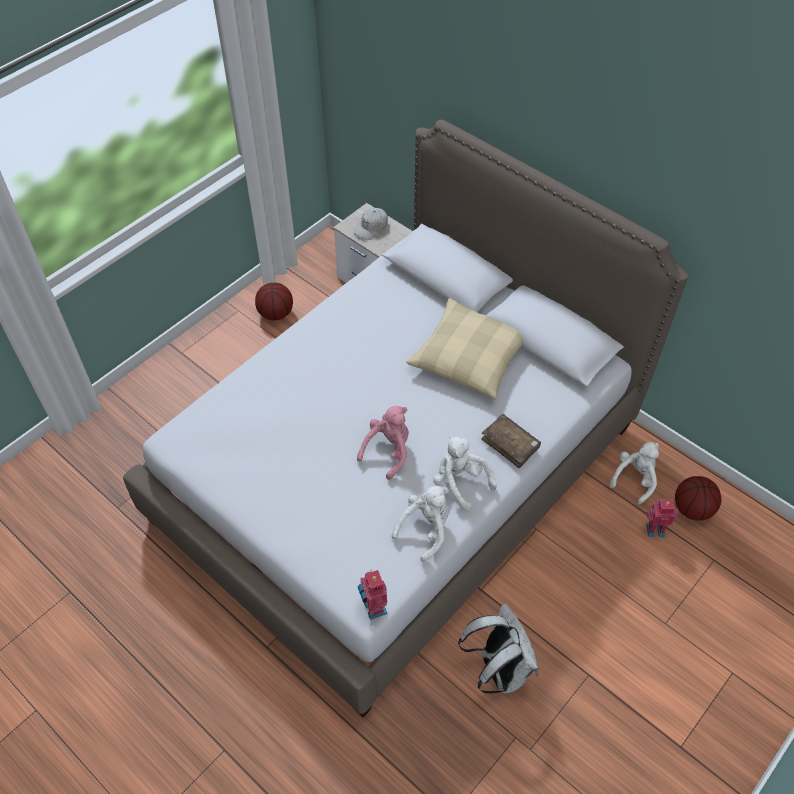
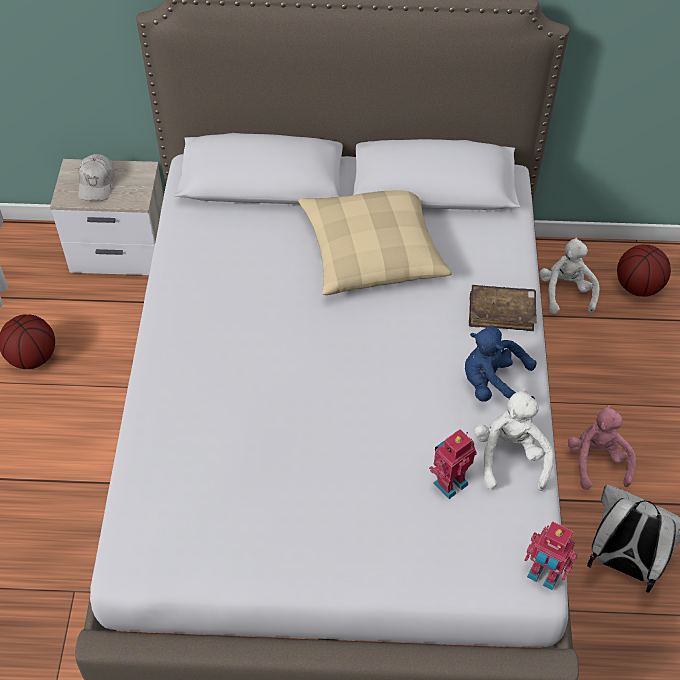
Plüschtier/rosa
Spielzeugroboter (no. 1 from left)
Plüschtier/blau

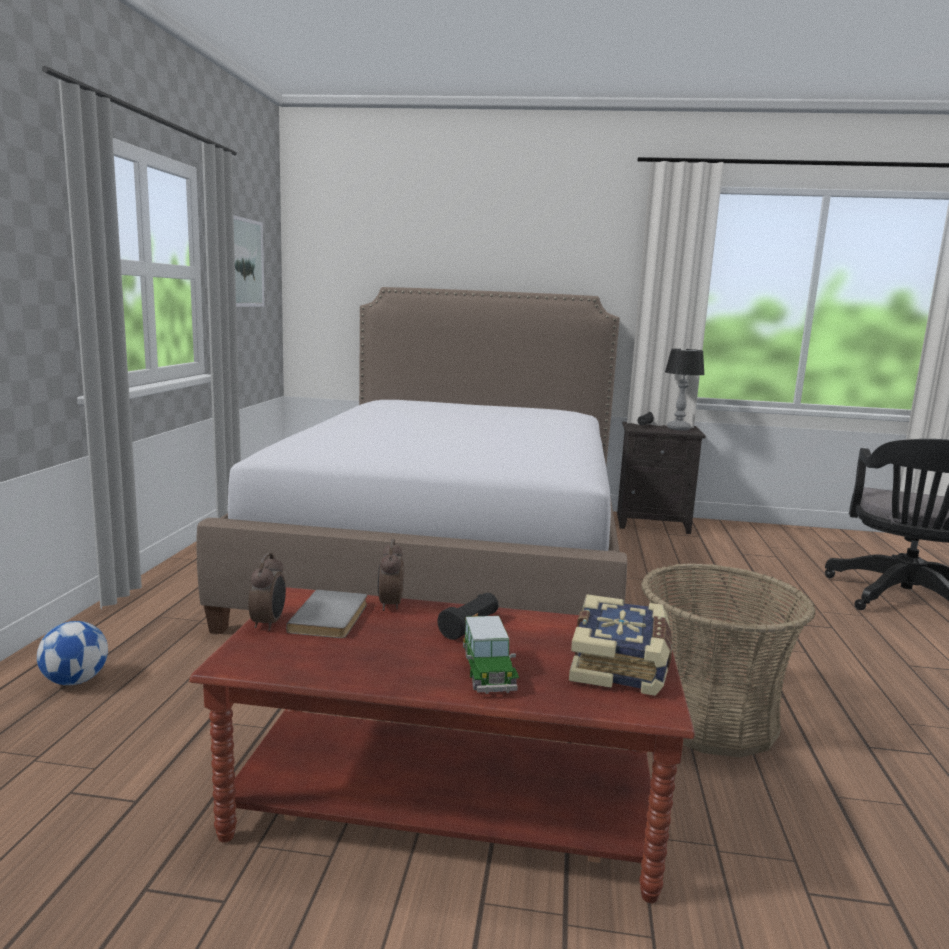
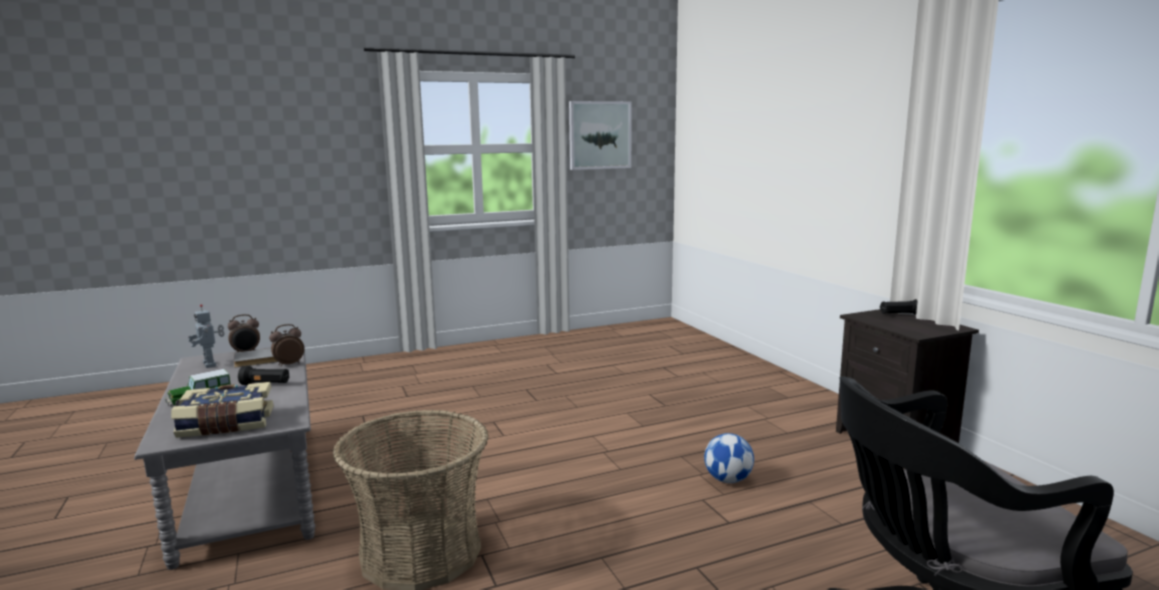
Bett
Tischlampe
Spielzeugroboter
Fußball
Couchtisch/grau

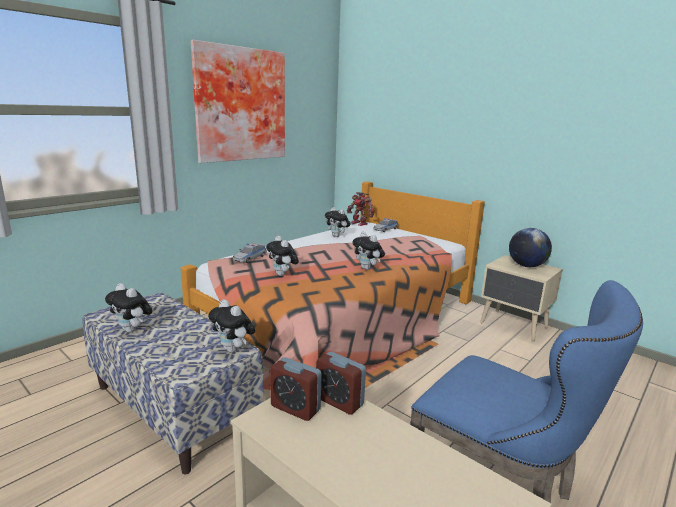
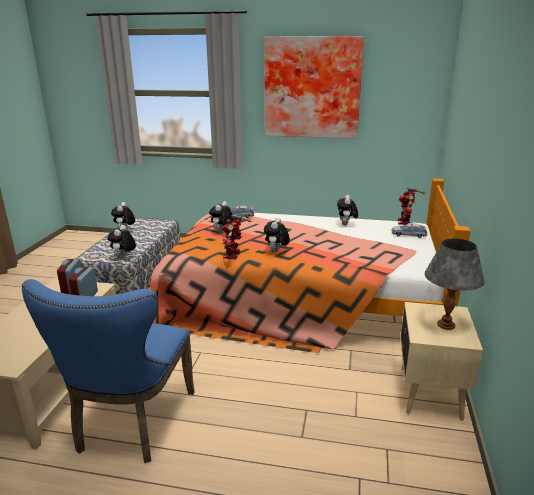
Spielzeugroboter (no. 1 from left)
Tischlampe/grau

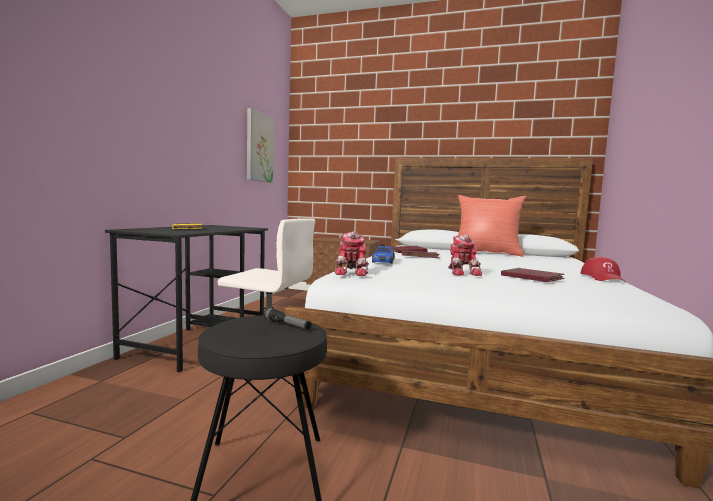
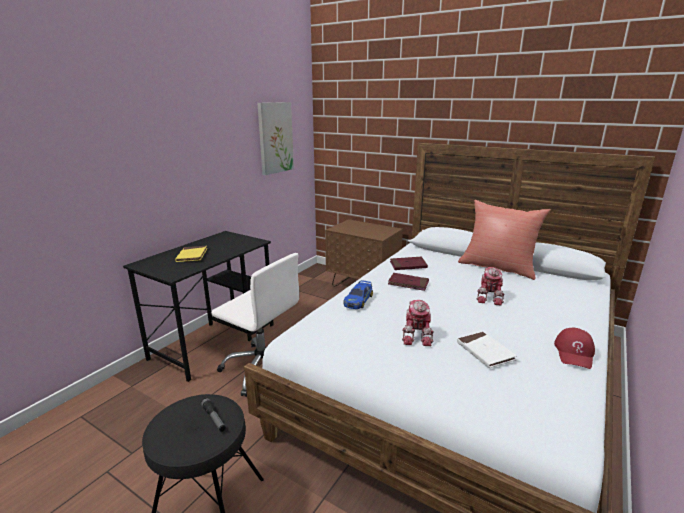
Spielzeugroboter (no. 2 from left)
Buch/weiß

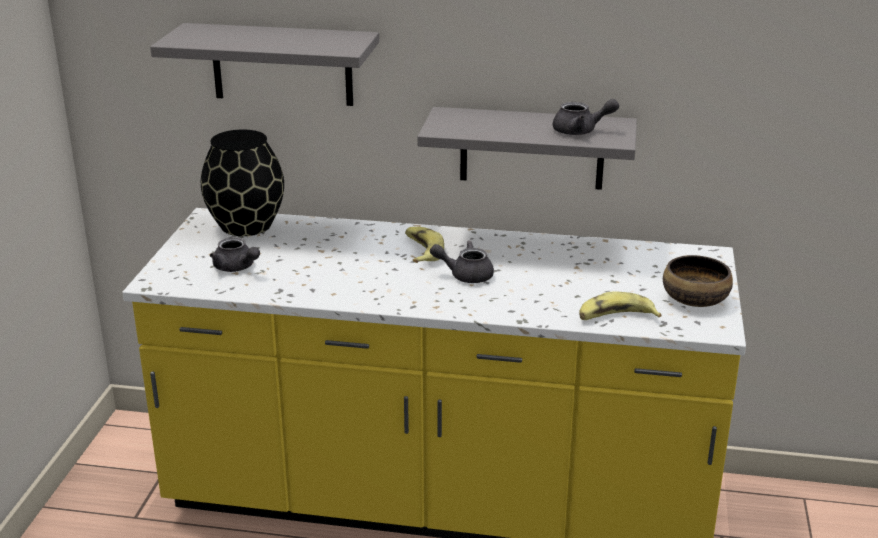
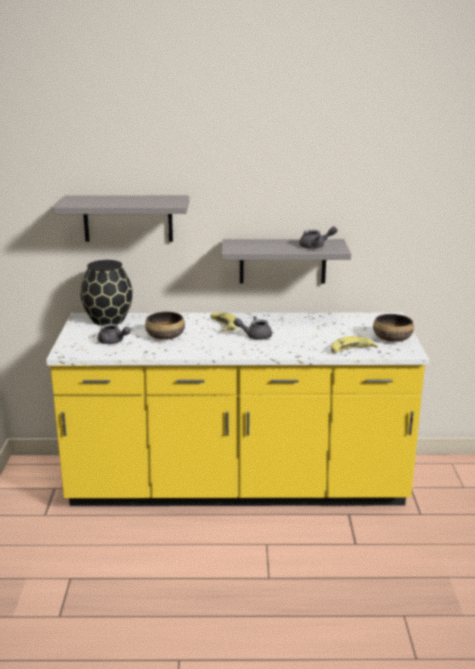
Schüssel (no. 1 from left)

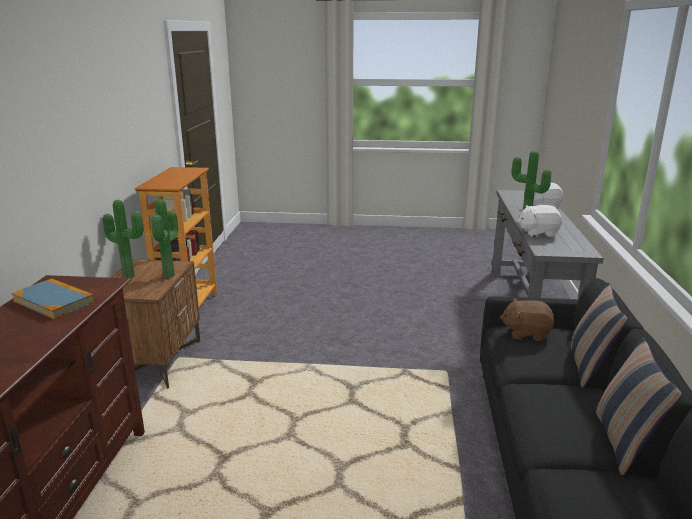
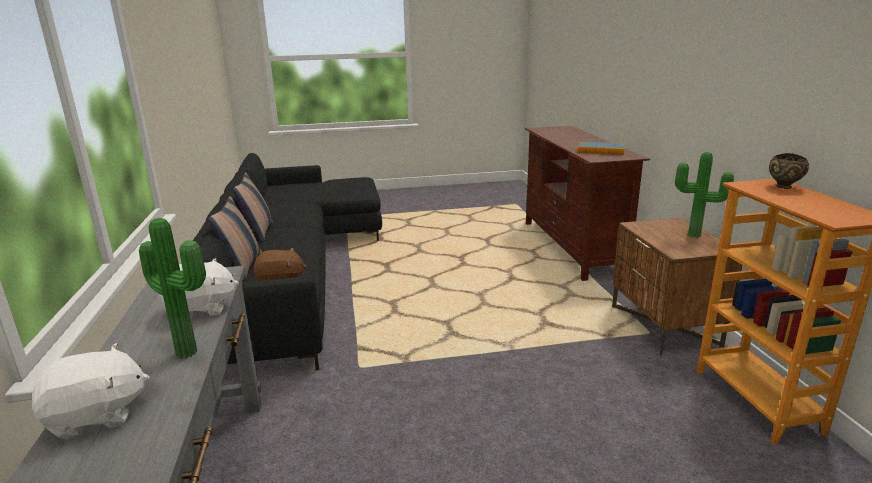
Topfpflanze (no. 2 from left in the first image)
Schüssel/braun

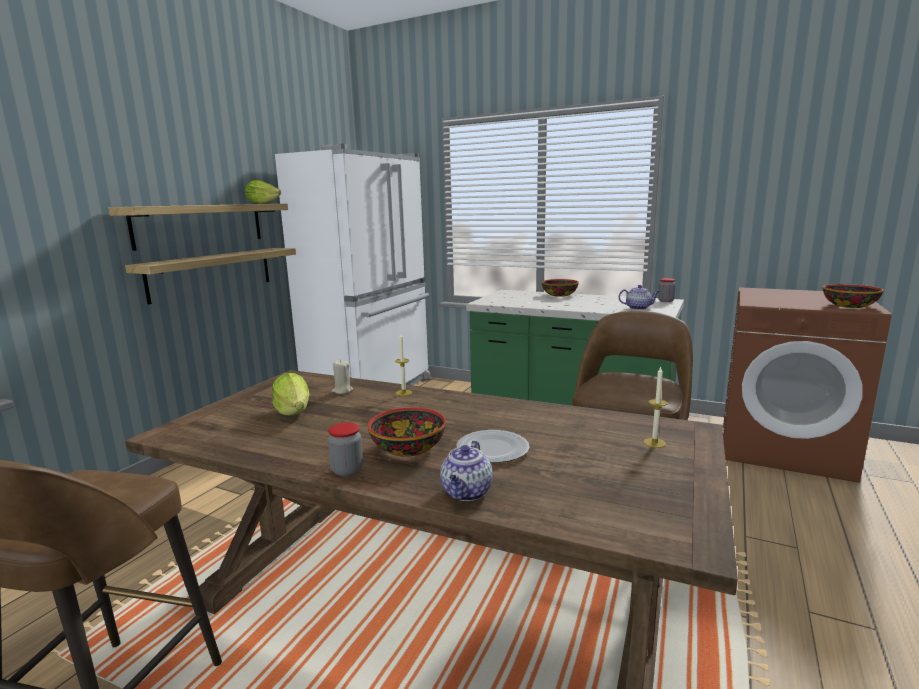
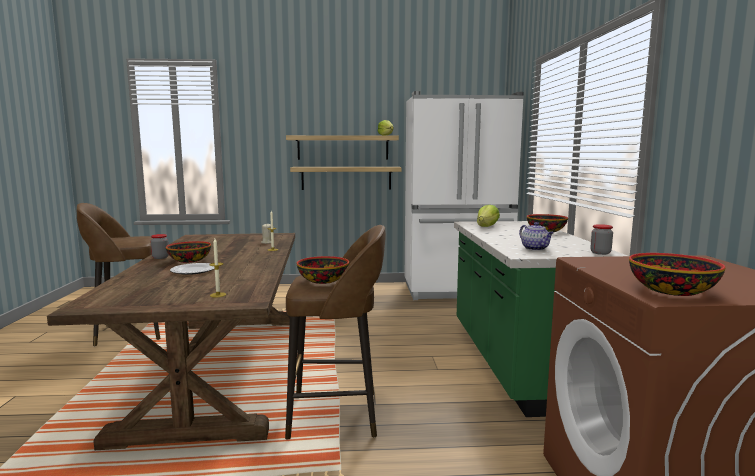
Teekanne (no. 1 from left in the first image)
Schüssel (no. 2 from left)
Salatkopf (no. 2 from left)

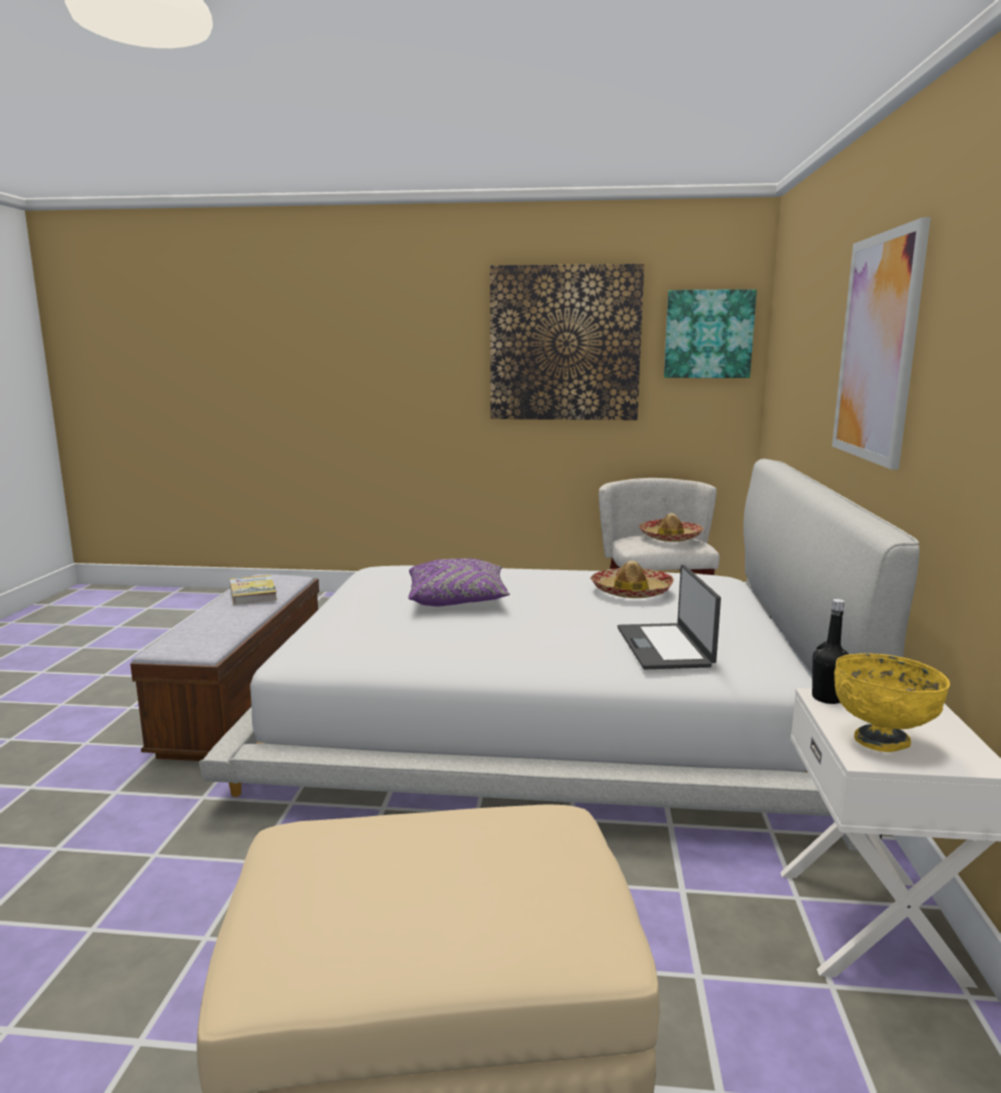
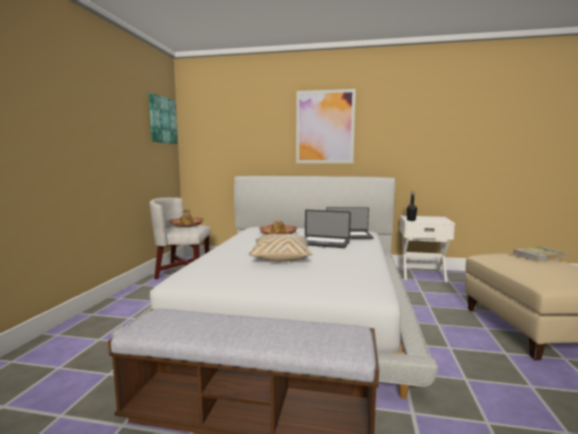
Bild (no. 1 from left in the first image)
Schüssel/gelb
Laptop (no. 1 from left)
Buch
Kissen/beige

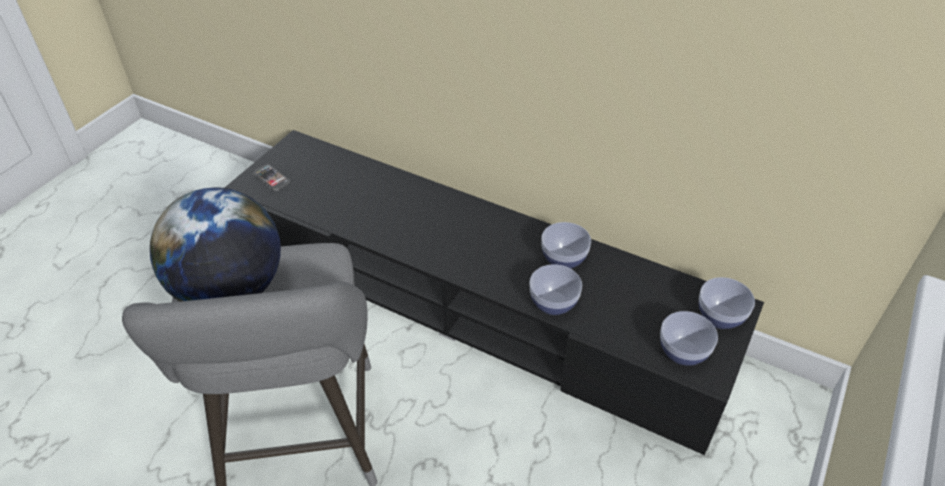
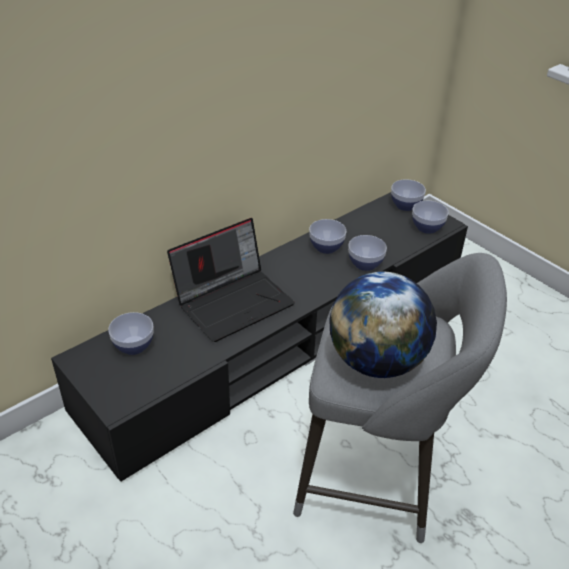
Handy
Schüssel (no. 1 from left)
Laptop

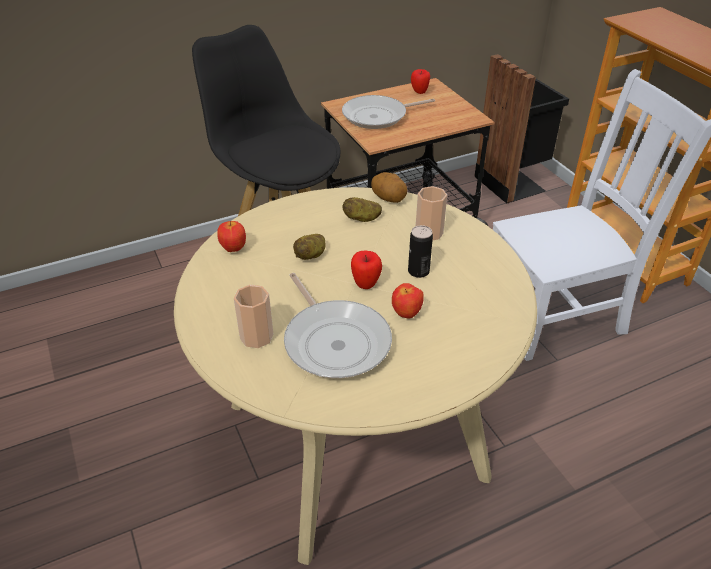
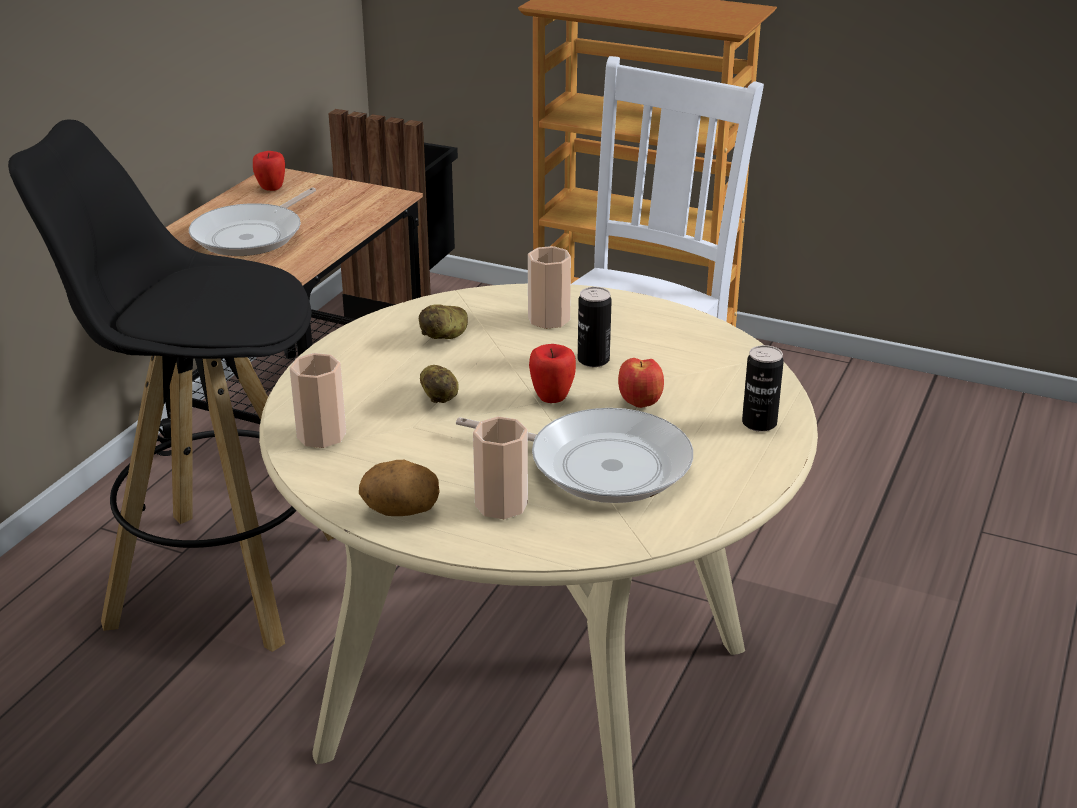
Dose (no. 2 from left)
Kartoffel (no. 1 from left)
Tasse (no. 1 from left)

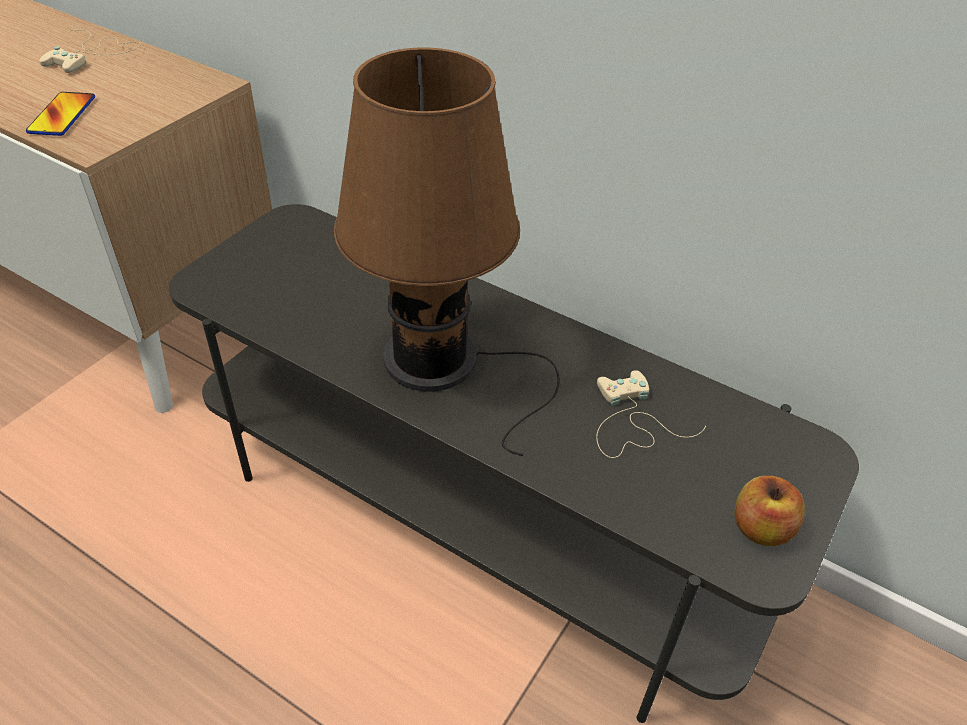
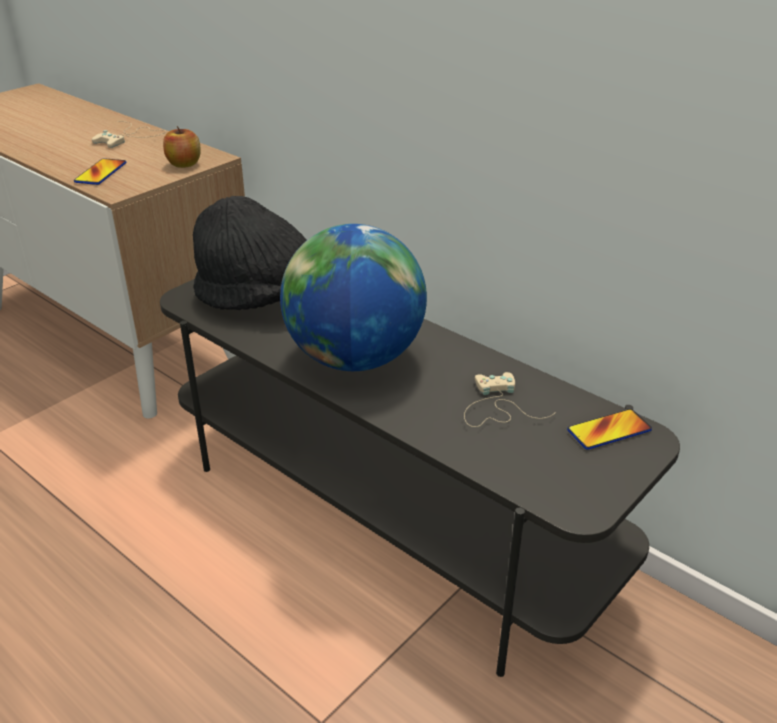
Hut/schwarz
Handy (no. 2 from left)
Apfel
Globus

